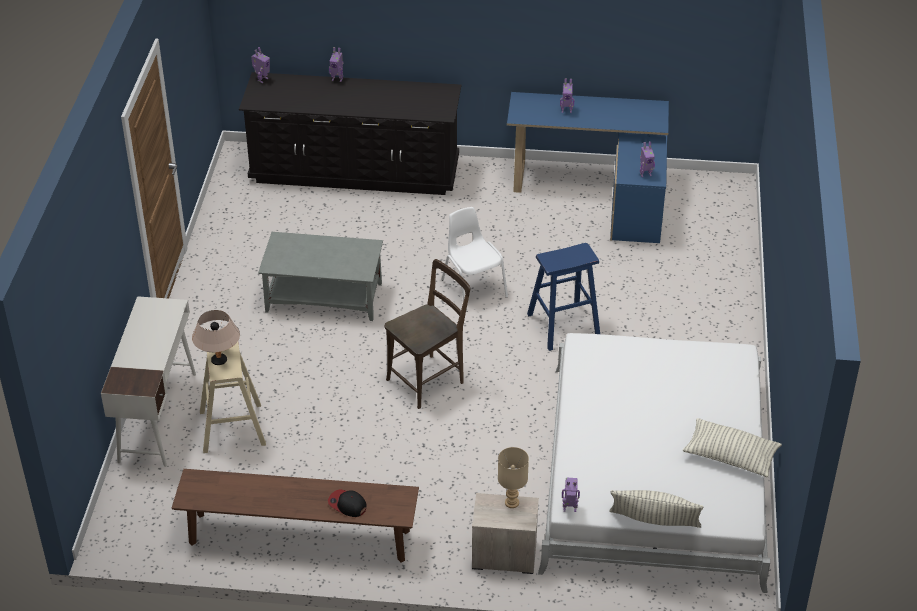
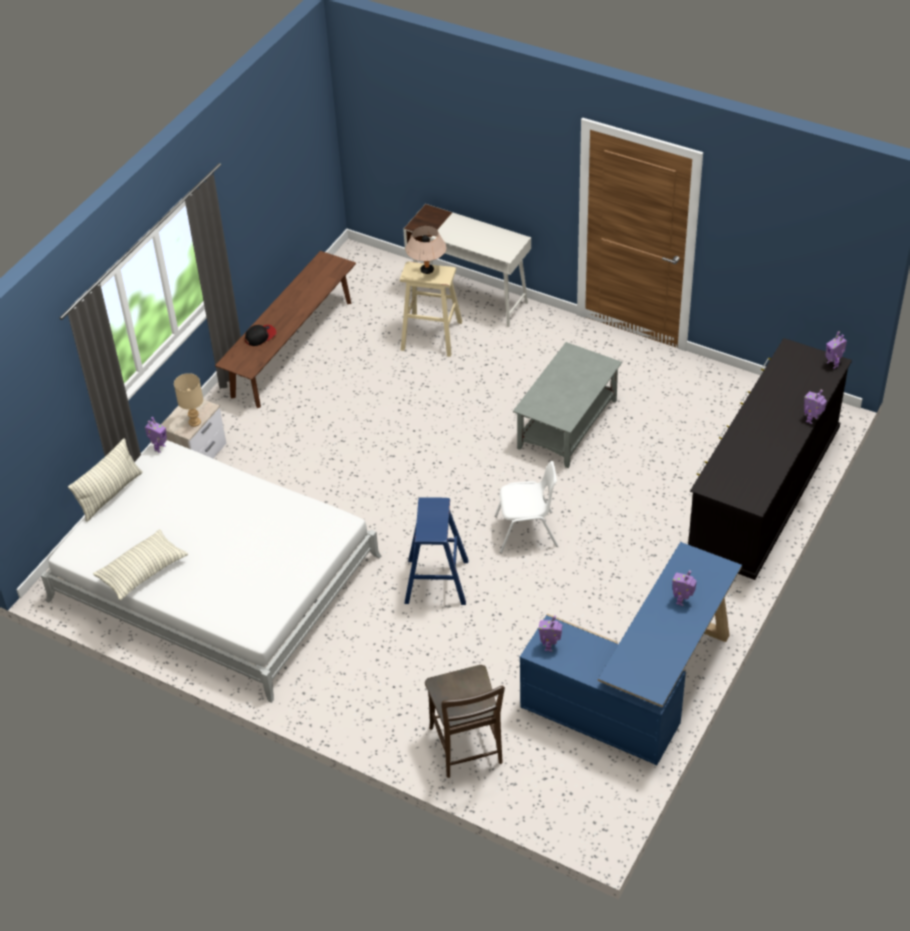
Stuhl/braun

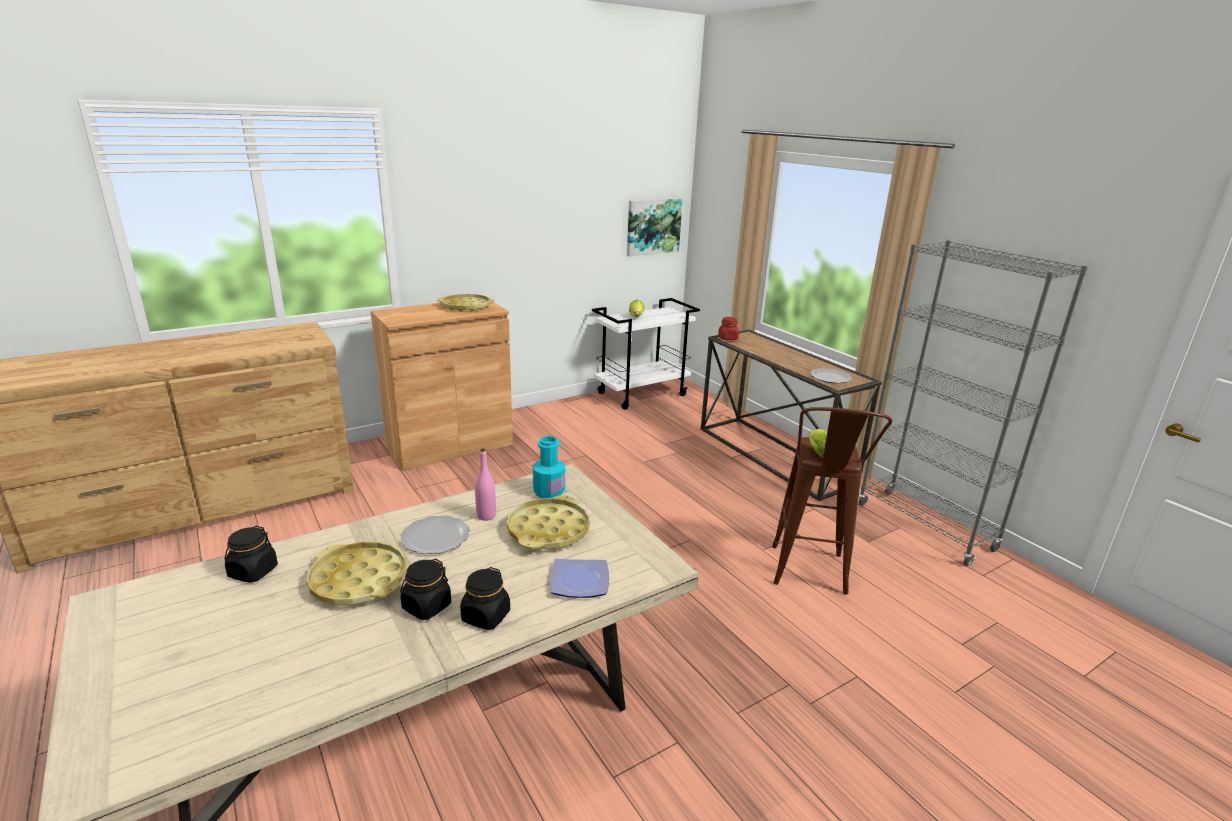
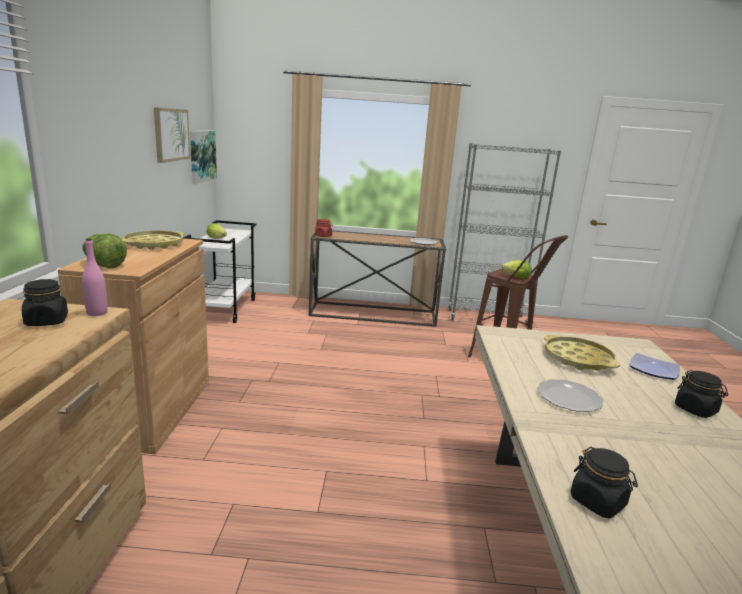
Tablett/gelb (no. 1 from left in the first image)
Flasche/türkis
Salatkopf (no. 1 from left)
Bild (no. 1 from left)
Vorratsglas/schwarz (no. 1 from left)
Flasche/rosa

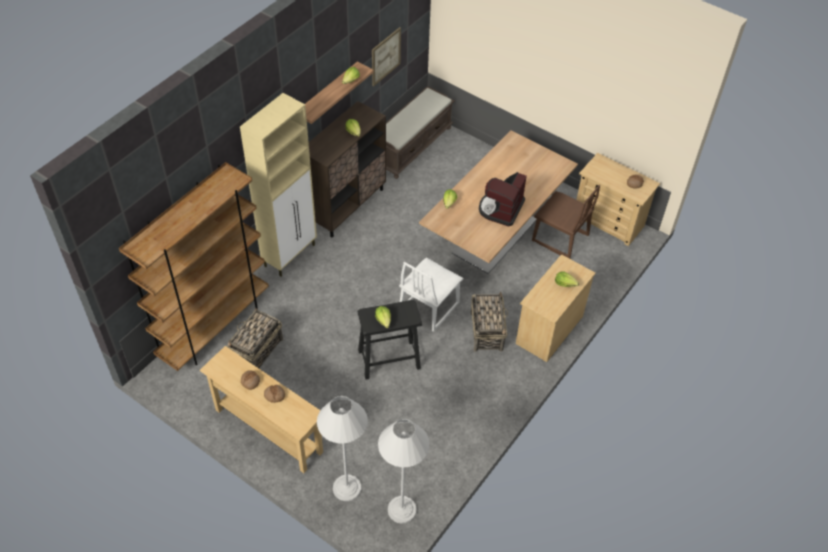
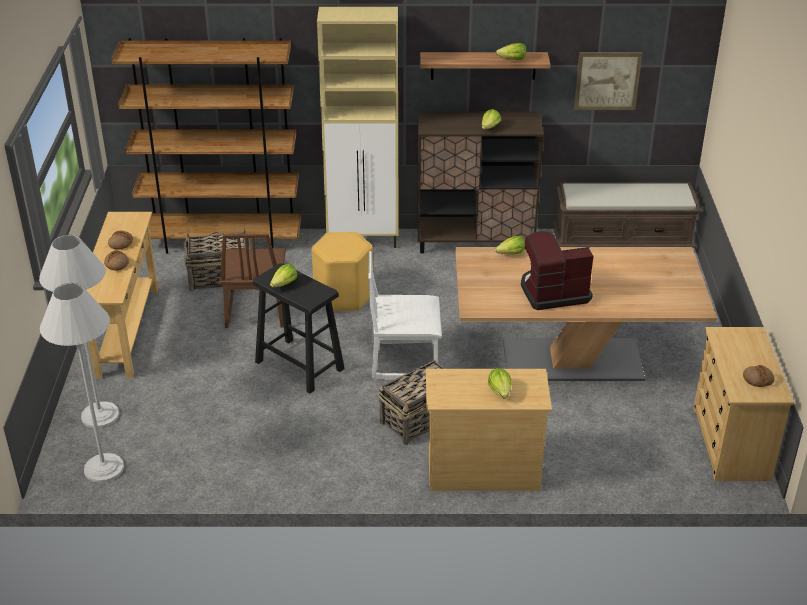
Hocker/gelb
Stuhl/braun

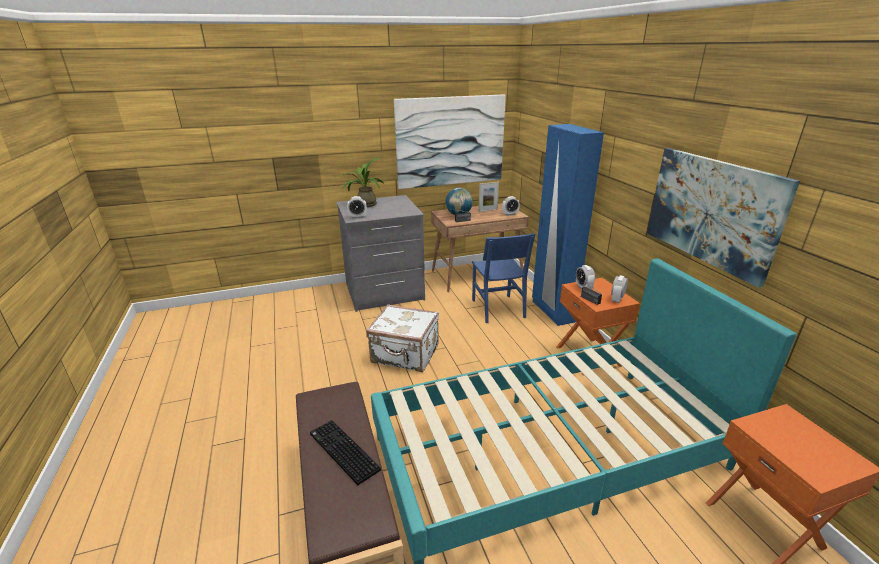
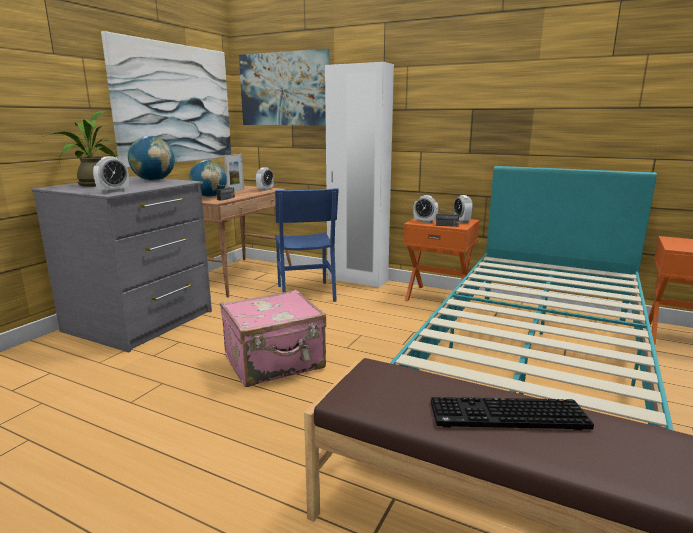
Globus (no. 1 from left)
Bild (no. 2 from left)
Koffer/rosa
Kleiderschrank/weiß
Stuhl/blau

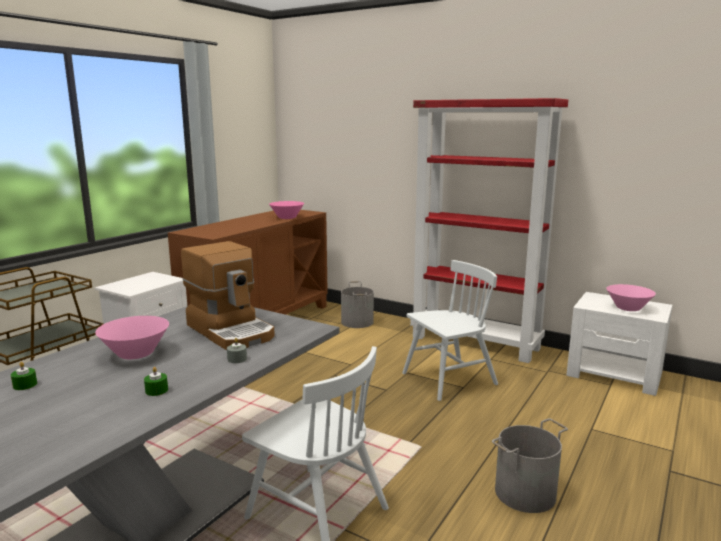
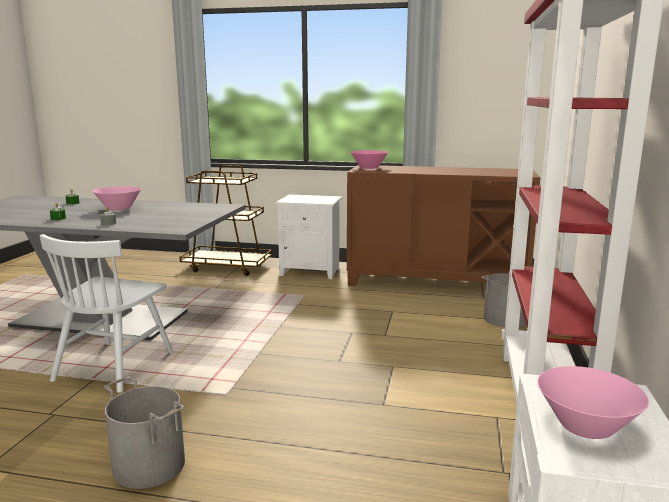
Kaffeemaschine
Stuhl/weiß (no. 2 from left in the first image)
Schüssel/rosa (no. 2 from left)

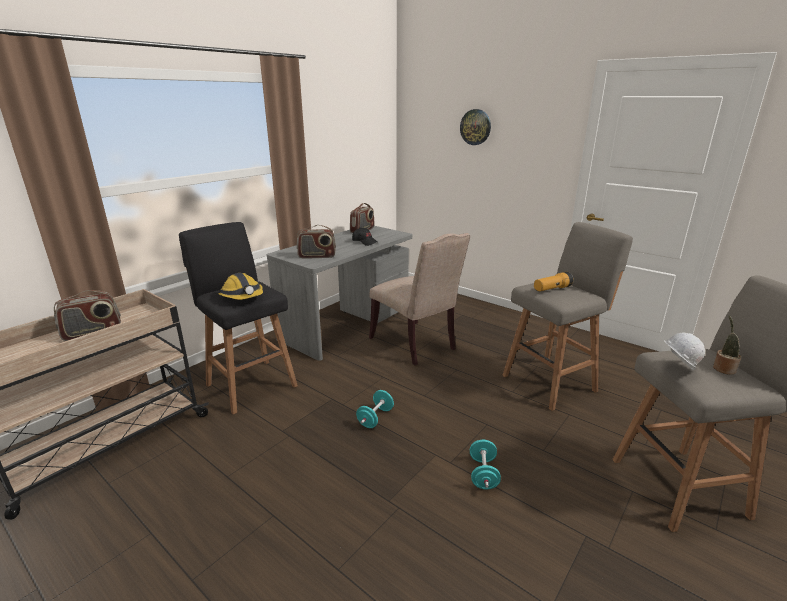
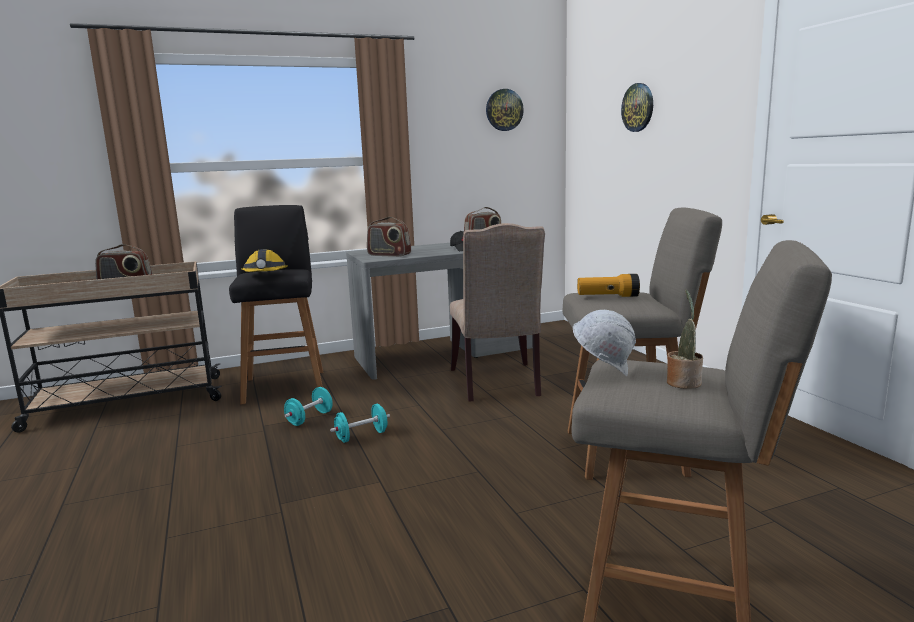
Wanduhr (no. 1 from left)
Hantel/türkis (no. 1 from left)

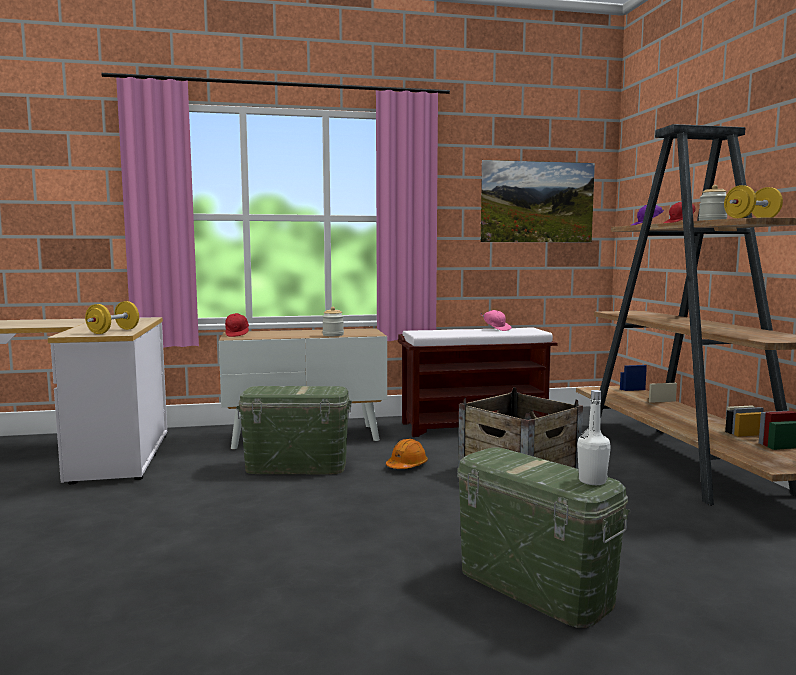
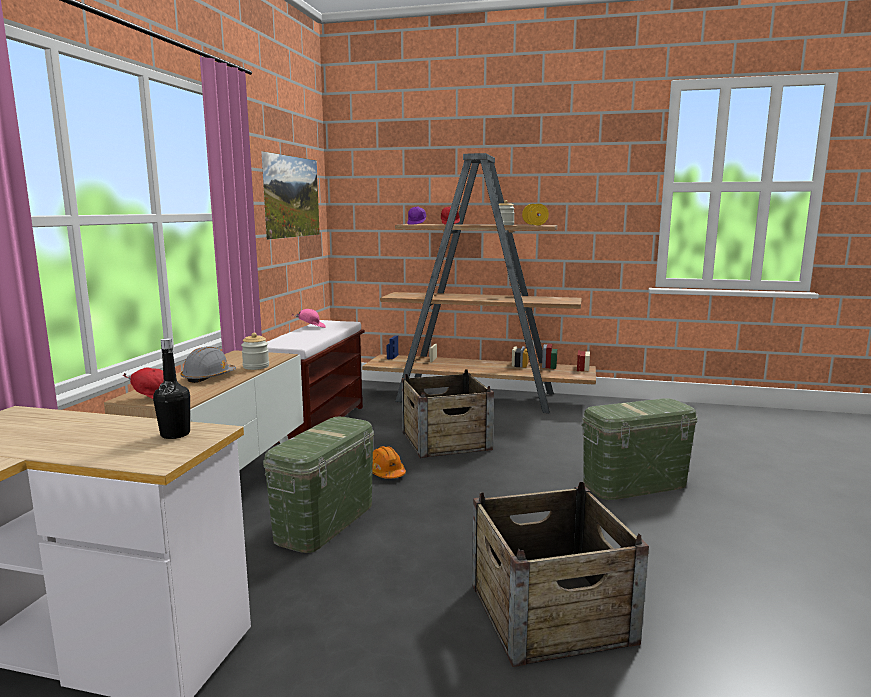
Flasche/weiß
Schutzhelm/grau
Kiste (no. 2 from left)
Flasche/schwarz

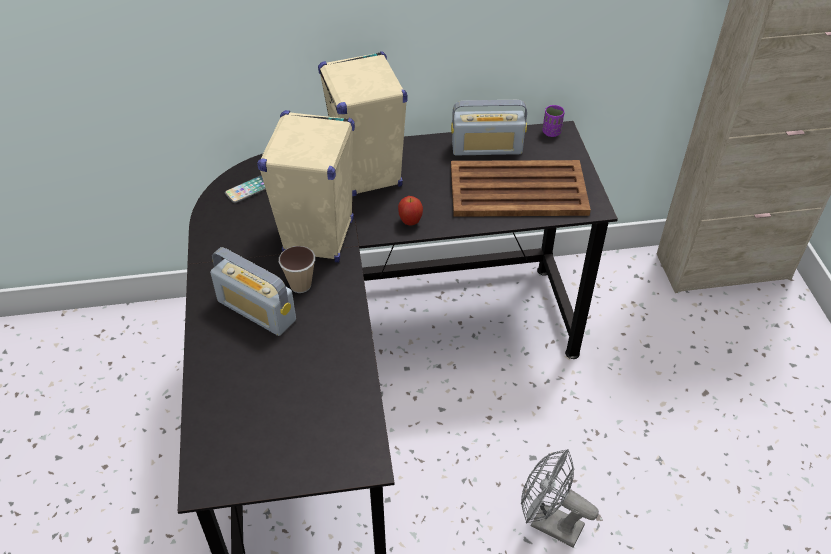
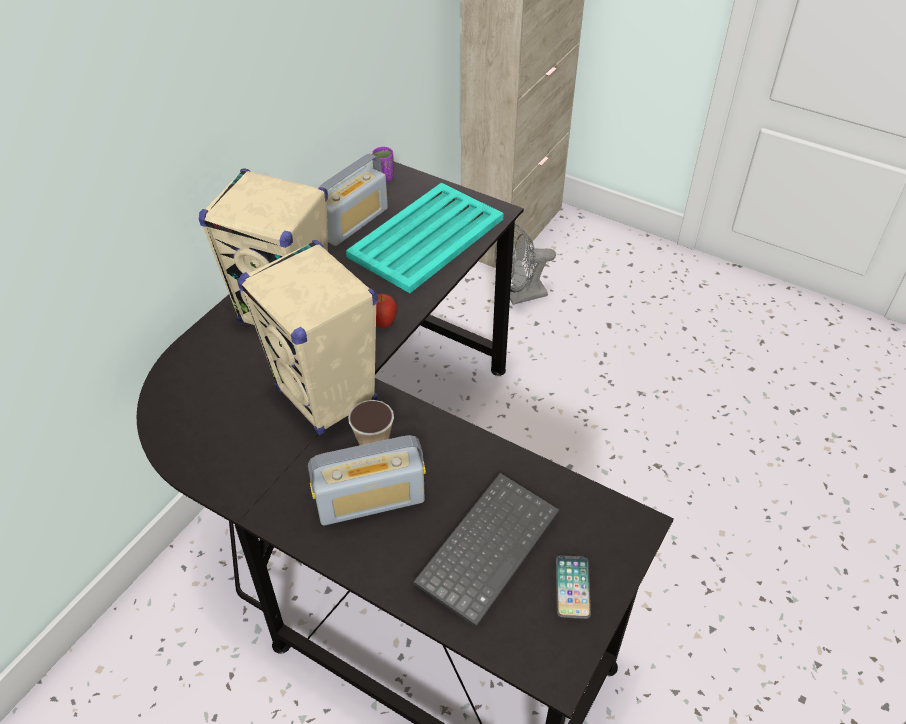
Tastatur
Handy
Ventilator/grau
Tablett/türkis

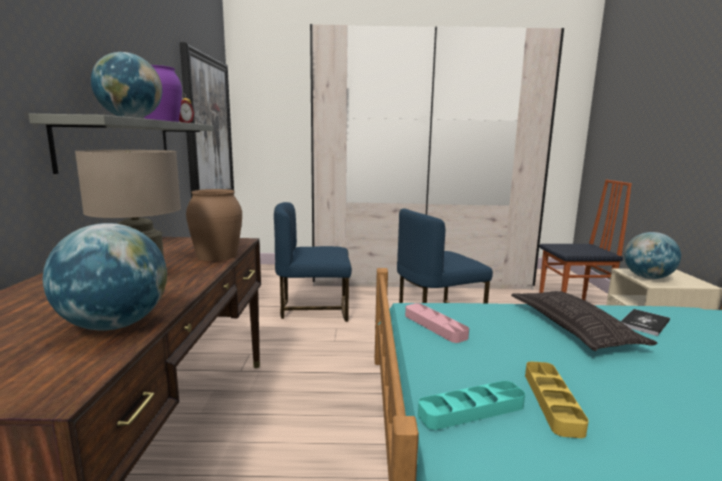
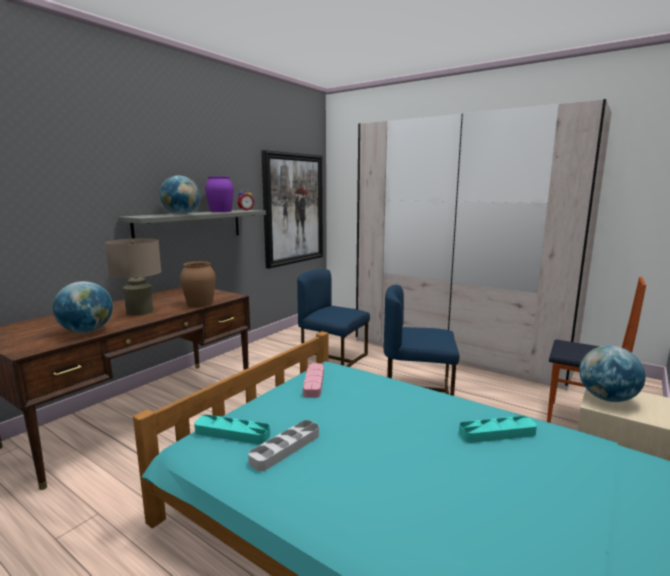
Kissen
Tablett/türkis (no. 2 from left)
Tablett/grau

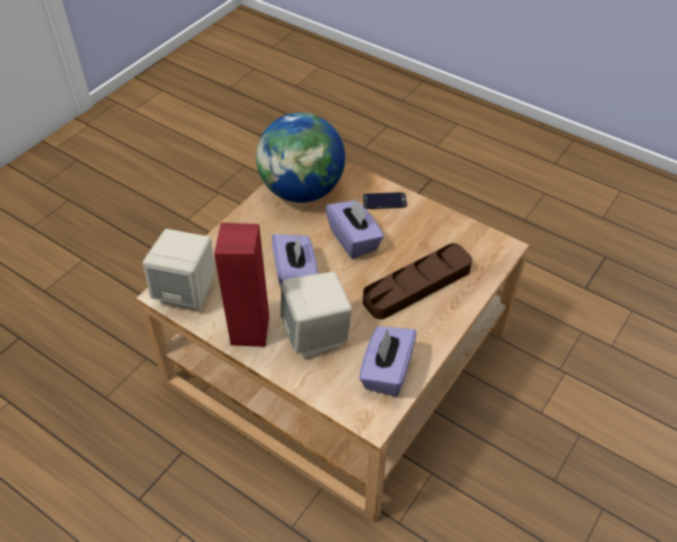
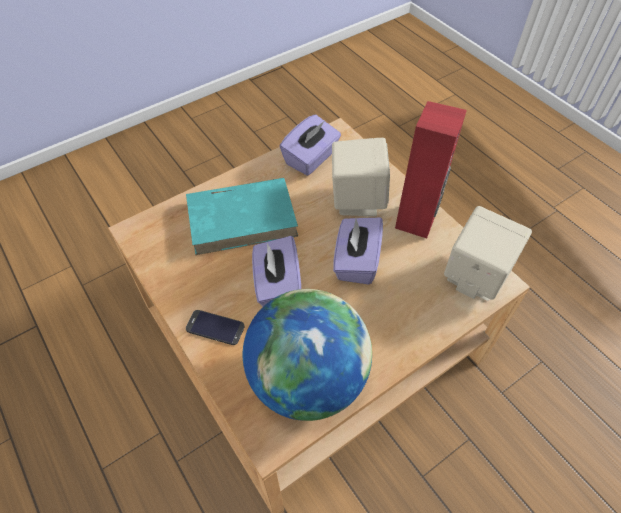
Buch/türkis

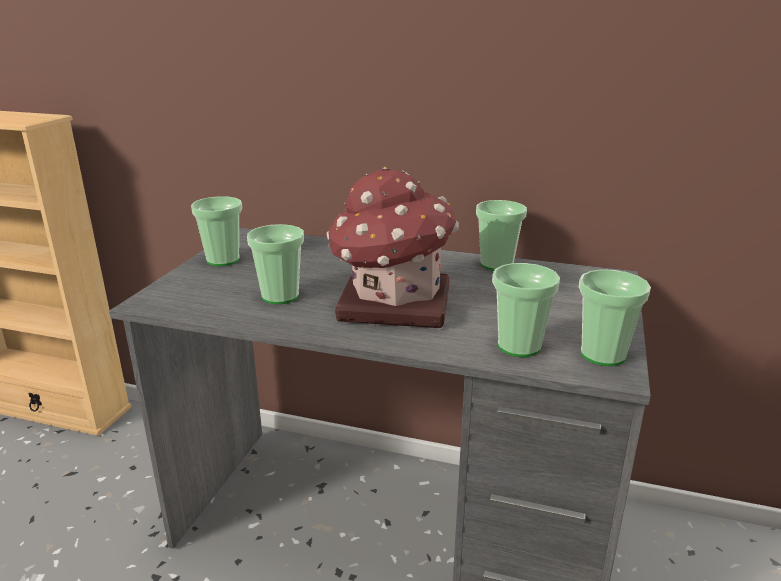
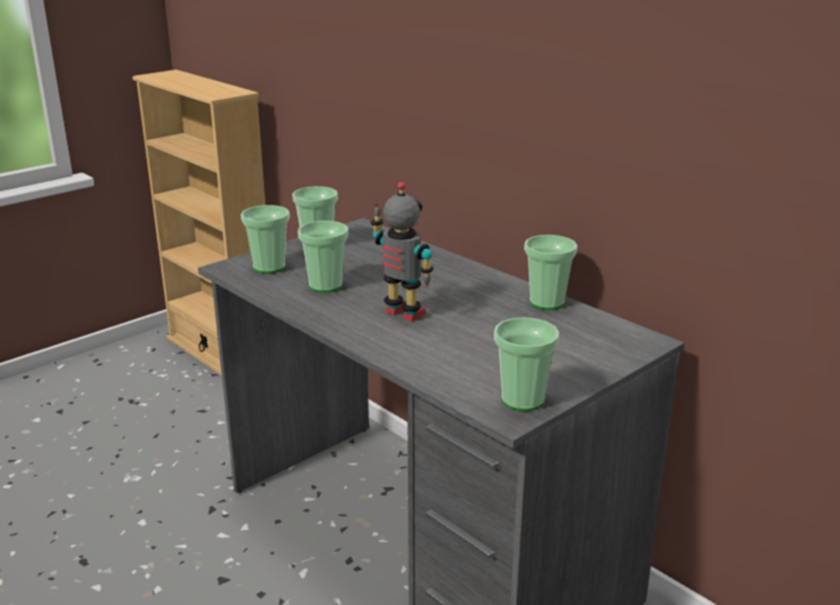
Tasse (no. 1 from left)
Spielzeugroboter

